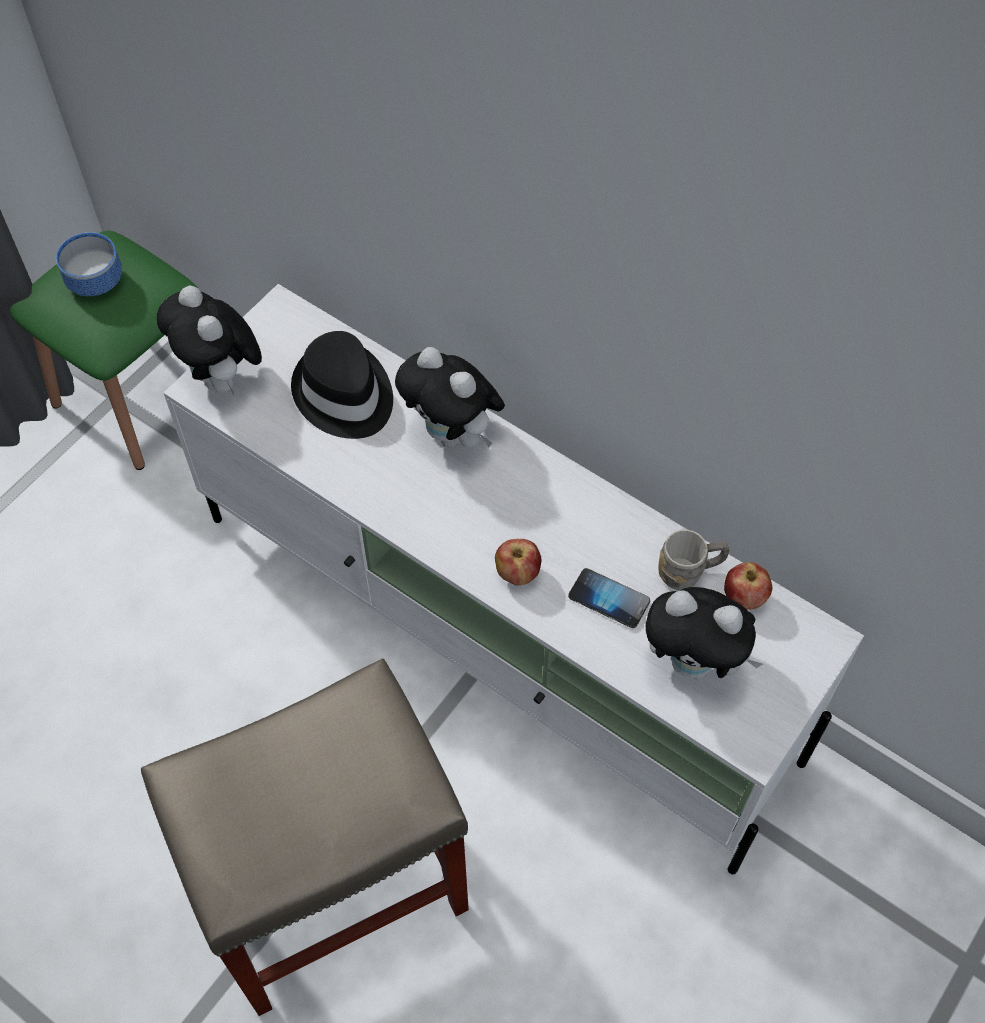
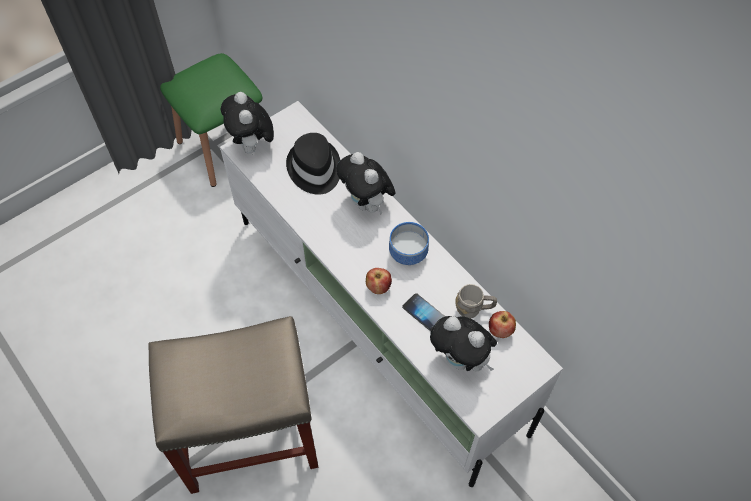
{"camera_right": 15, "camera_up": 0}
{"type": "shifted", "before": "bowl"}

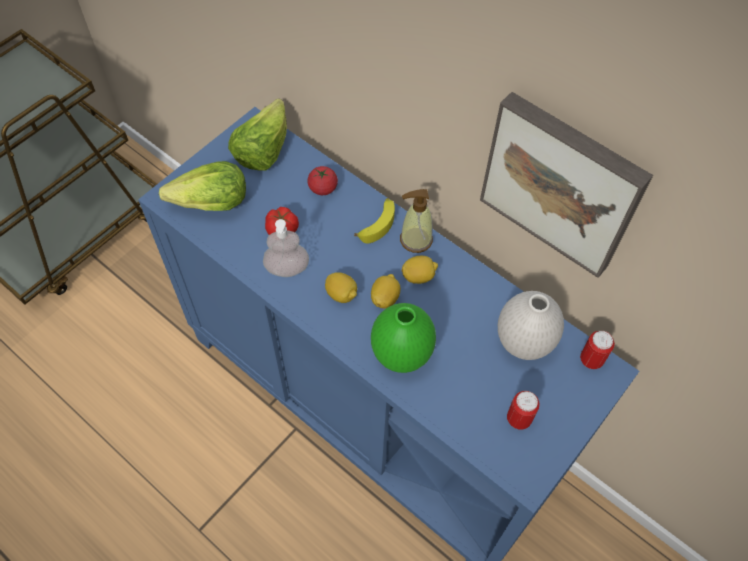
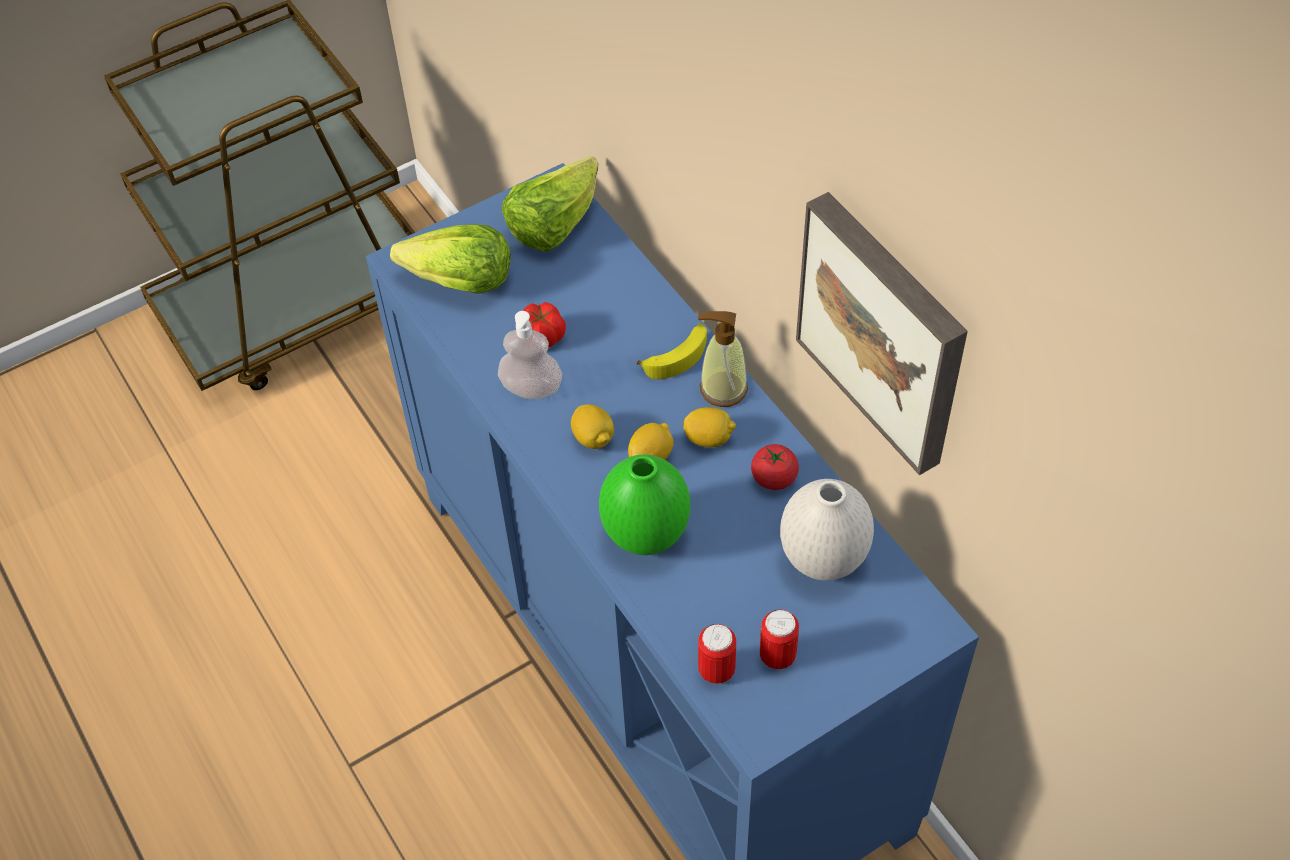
{"camera_right": 20, "camera_up": -5}
{"type": "shifted", "before": "tomato (no. 2 from left)"}
{"type": "shifted", "before": "can (no. 2 from left in the first image)", "after": "can (no. 1 from left)"}

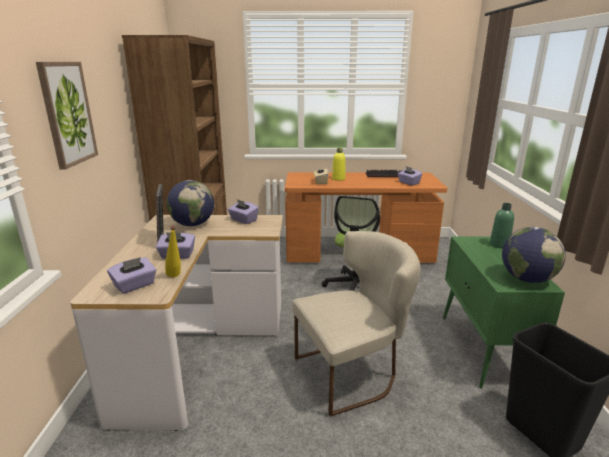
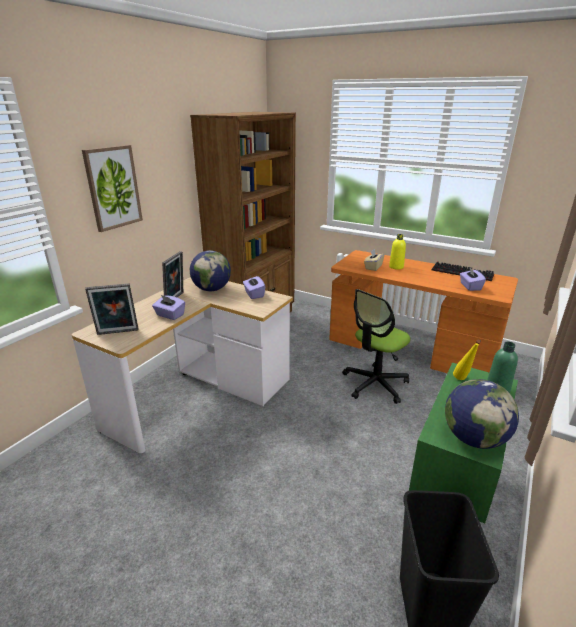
{"camera_right": 30, "camera_up": 5}
{"type": "gone", "before": "chair/beige"}
{"type": "shifted", "before": "bottle/yellow (no. 1 from left in the first image)", "after": "bottle/yellow (no. 2 from left)"}
{"type": "swapped", "before": "tissue box/purple (no. 1 from left)", "after": "picture frame (no. 1 from left)"}

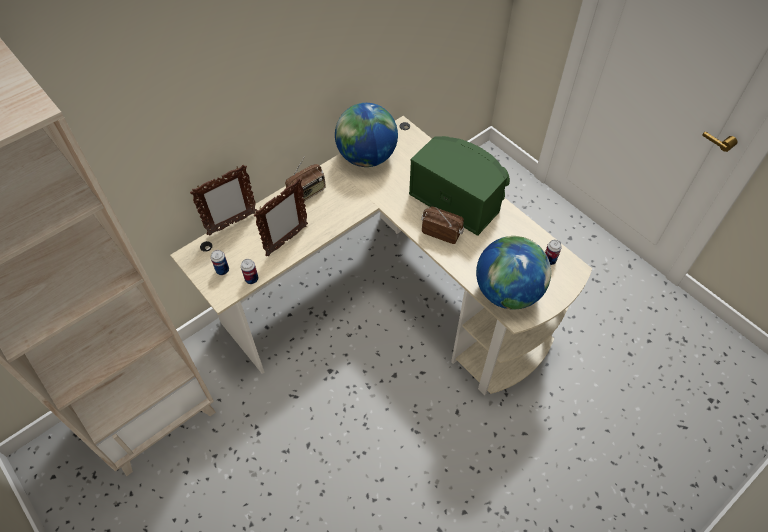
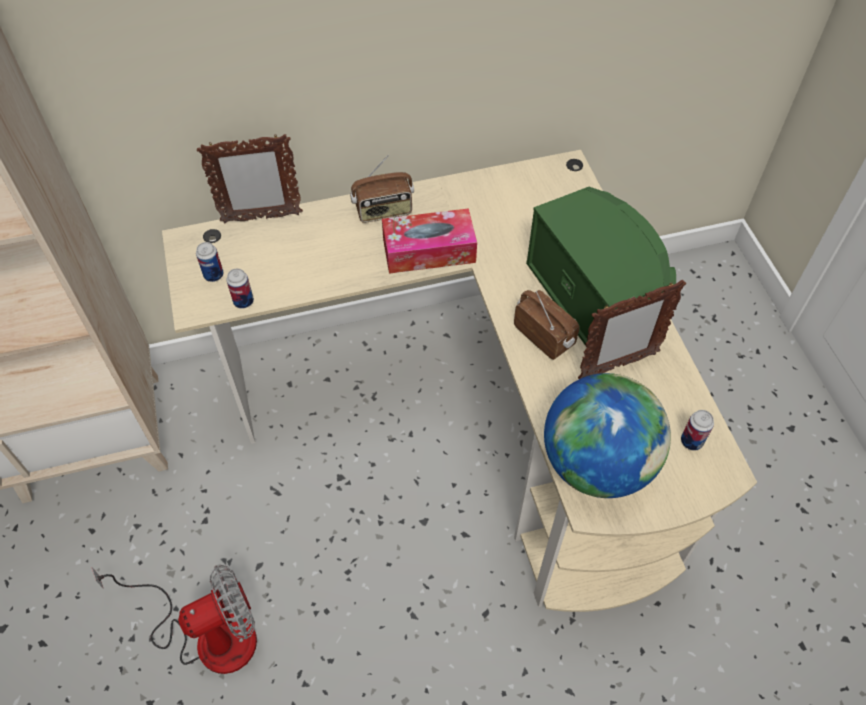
{"camera_right": 25, "camera_up": 0}
{"type": "gone", "before": "globe (no. 1 from left)"}
{"type": "new", "after": "fan"}
{"type": "new", "after": "tissue box"}
{"type": "shifted", "before": "picture frame (no. 2 from left)"}

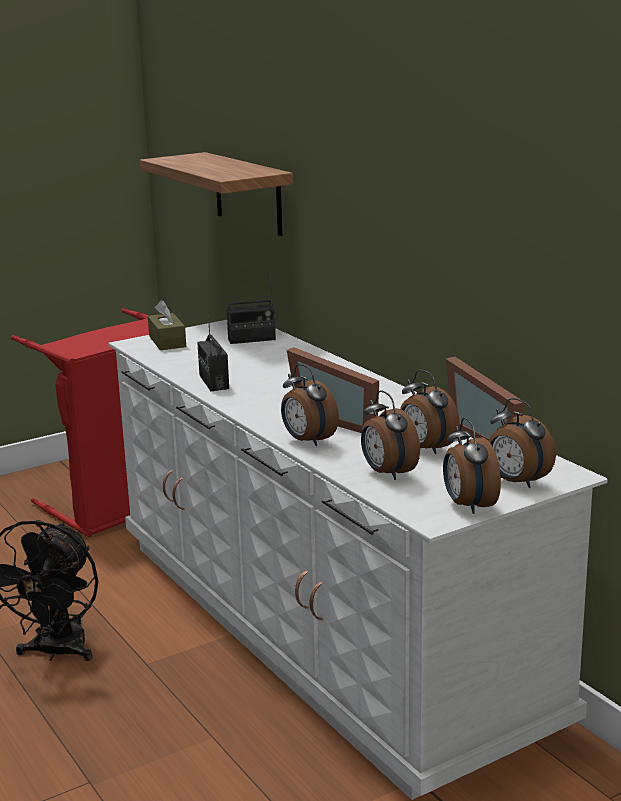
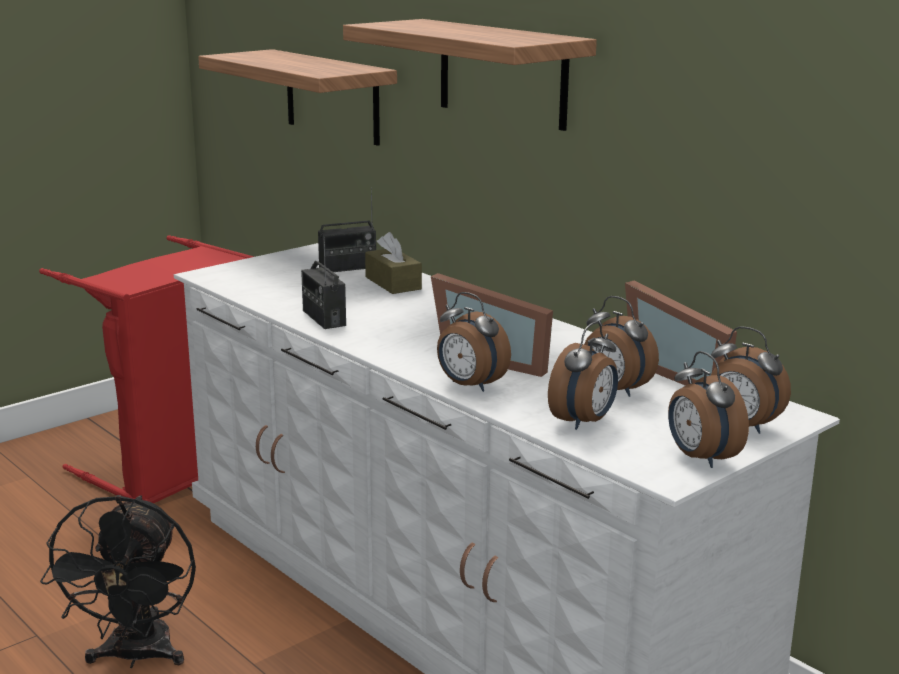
{"camera_right": -10, "camera_up": 0}
{"type": "new", "after": "shelf (no. 2 from left)"}
{"type": "shifted", "before": "tissue box/brown"}
{"type": "rotated", "before": "alarm clock (no. 2 from left)", "turn": -105}

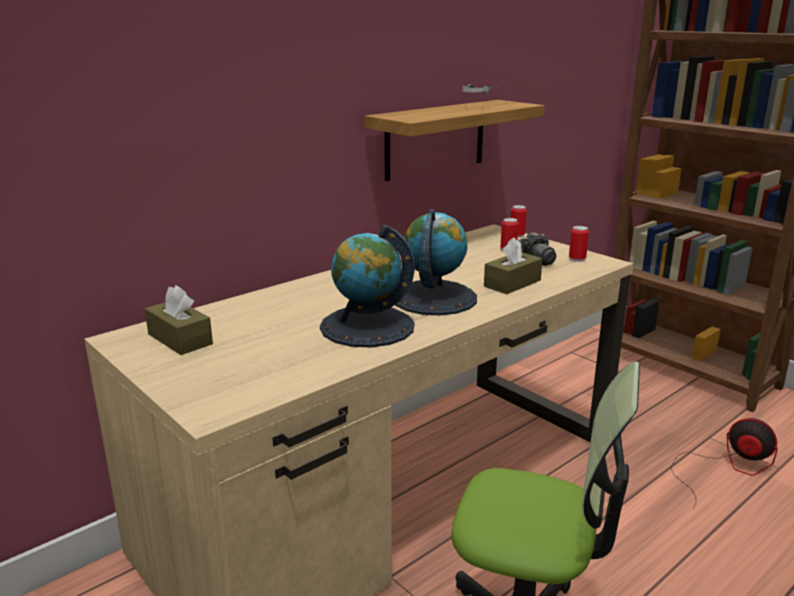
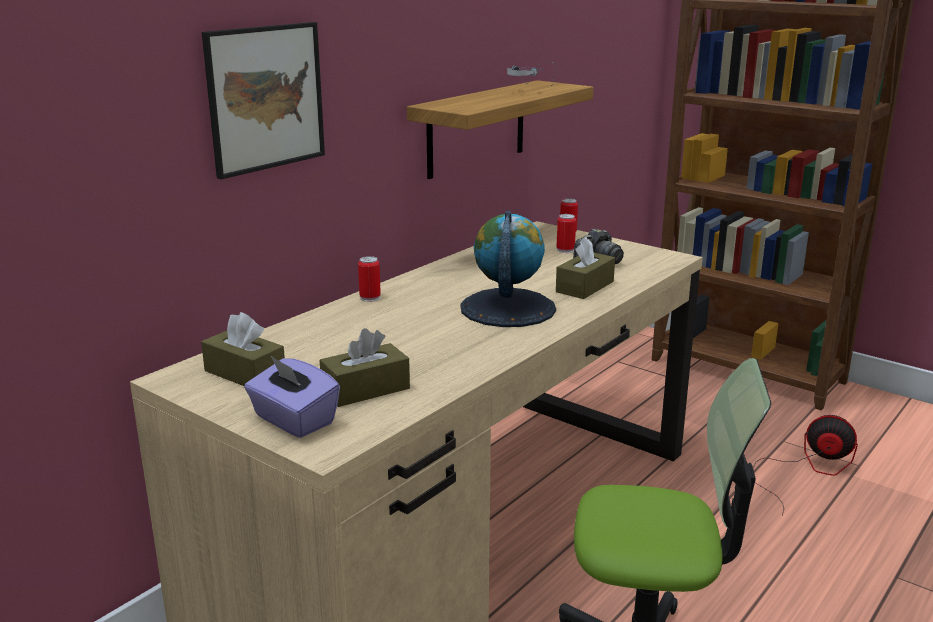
{"camera_right": -10, "camera_up": 0}
{"type": "gone", "before": "globe (no. 1 from left)"}
{"type": "new", "after": "picture"}
{"type": "new", "after": "tissue box/purple"}
{"type": "new", "after": "tissue box/brown (no. 2 from left)"}
{"type": "shifted", "before": "can (no. 3 from left in the first image)", "after": "can (no. 1 from left)"}

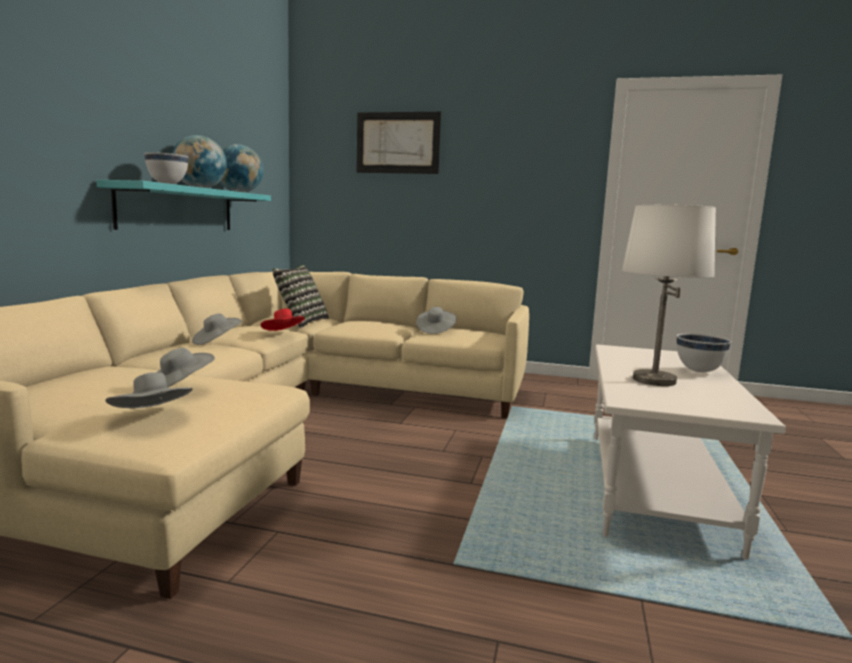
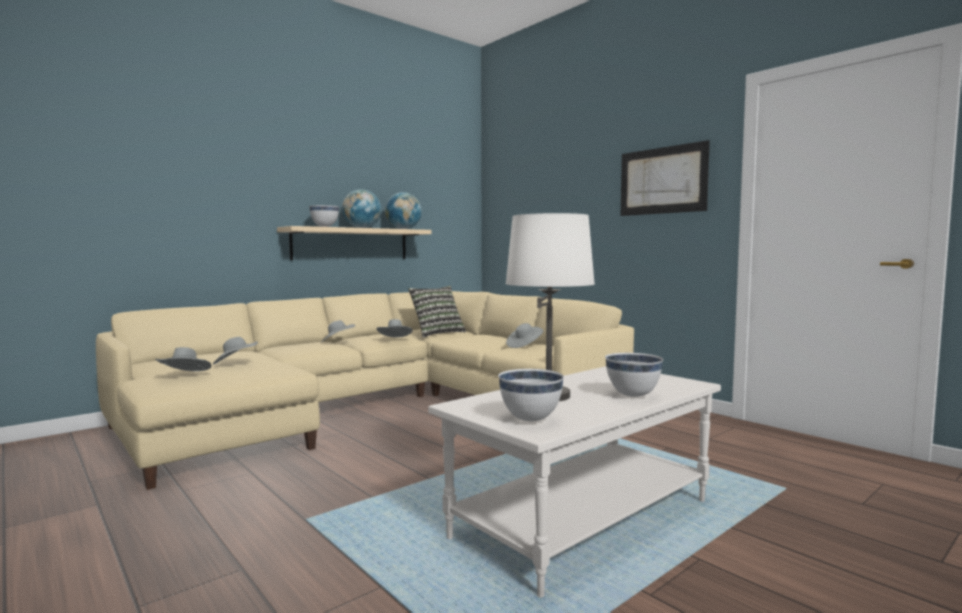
{"camera_right": 35, "camera_up": -5}
{"type": "new", "after": "bowl/white (no. 2 from left)"}
{"type": "shifted", "before": "picture"}
{"type": "repainted", "before": "shelf/turquoise", "after": "shelf/beige"}
{"type": "repainted", "before": "hat/red", "after": "hat/grey (no. 4 from left)"}

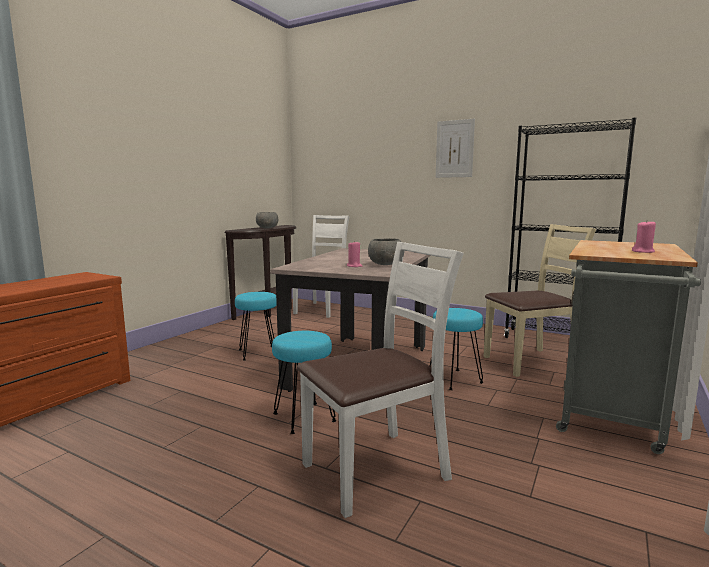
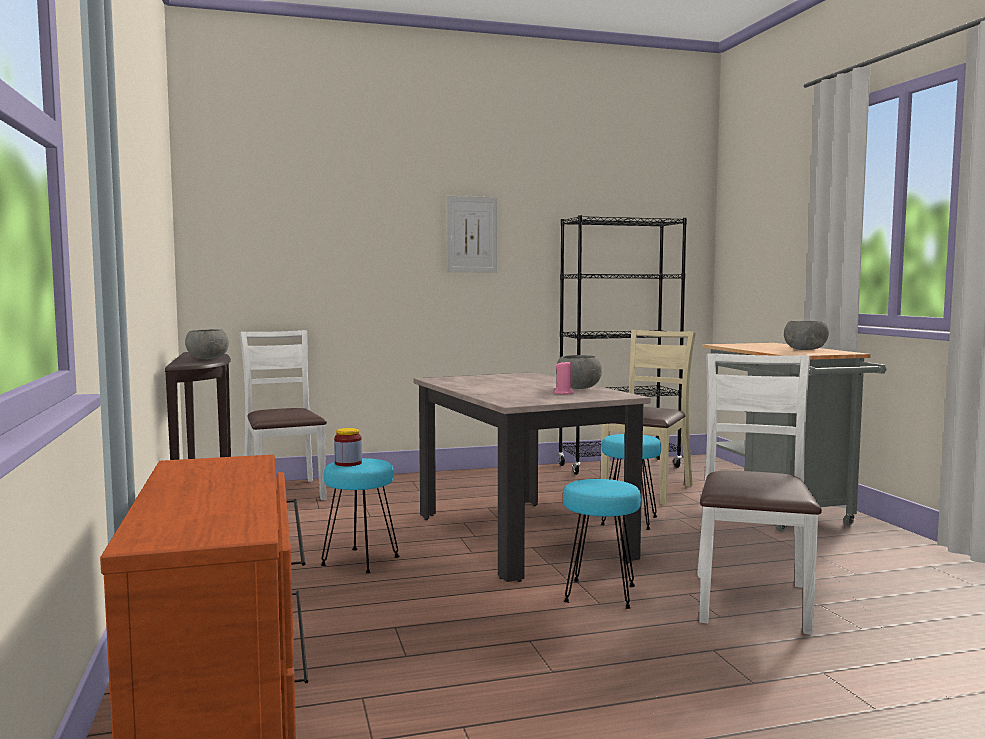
{"camera_right": -45, "camera_up": -5}
{"type": "new", "after": "jar"}
{"type": "swapped", "before": "candle/pink (no. 2 from left)", "after": "bowl/grey (no. 3 from left)"}

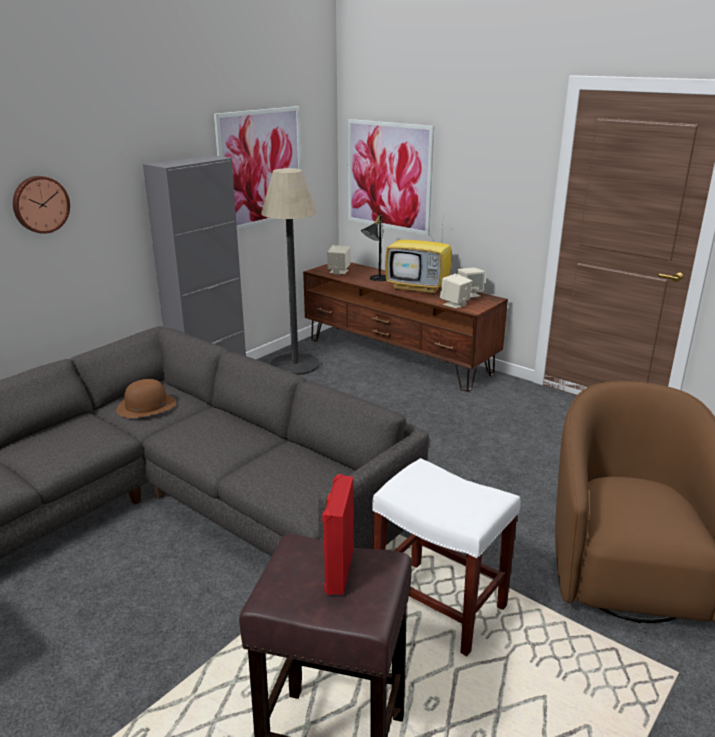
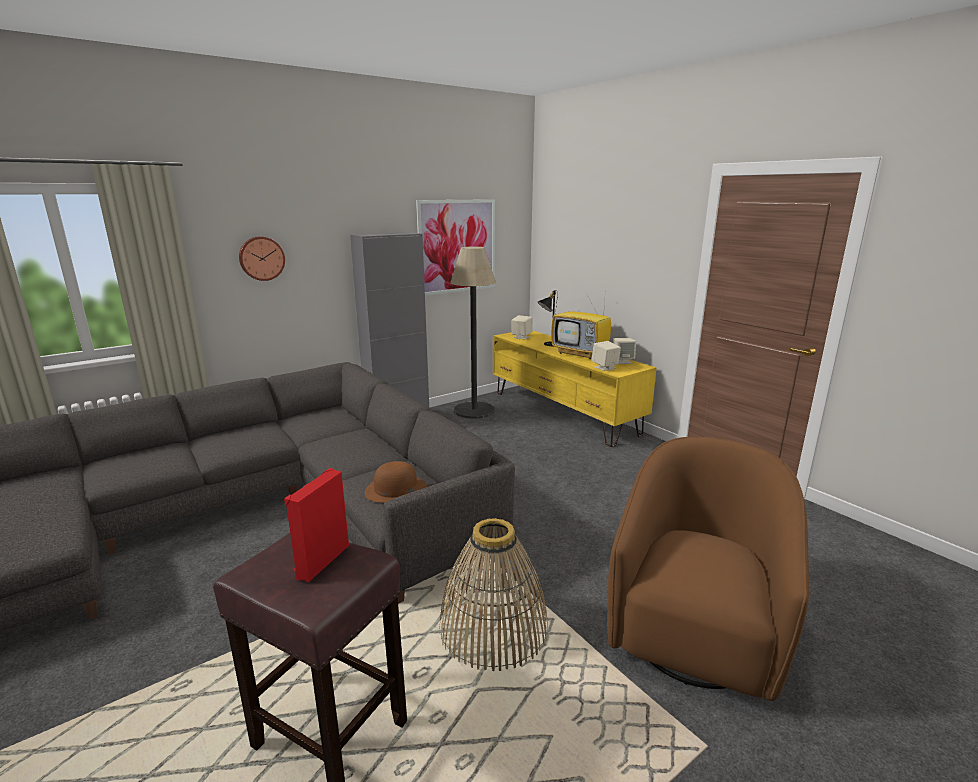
{"camera_right": 15, "camera_up": -5}
{"type": "gone", "before": "picture (no. 2 from left)"}
{"type": "shifted", "before": "hat/brown"}
{"type": "swapped", "before": "stool/white", "after": "basket"}
{"type": "repainted", "before": "tv stand/brown", "after": "tv stand/yellow"}

